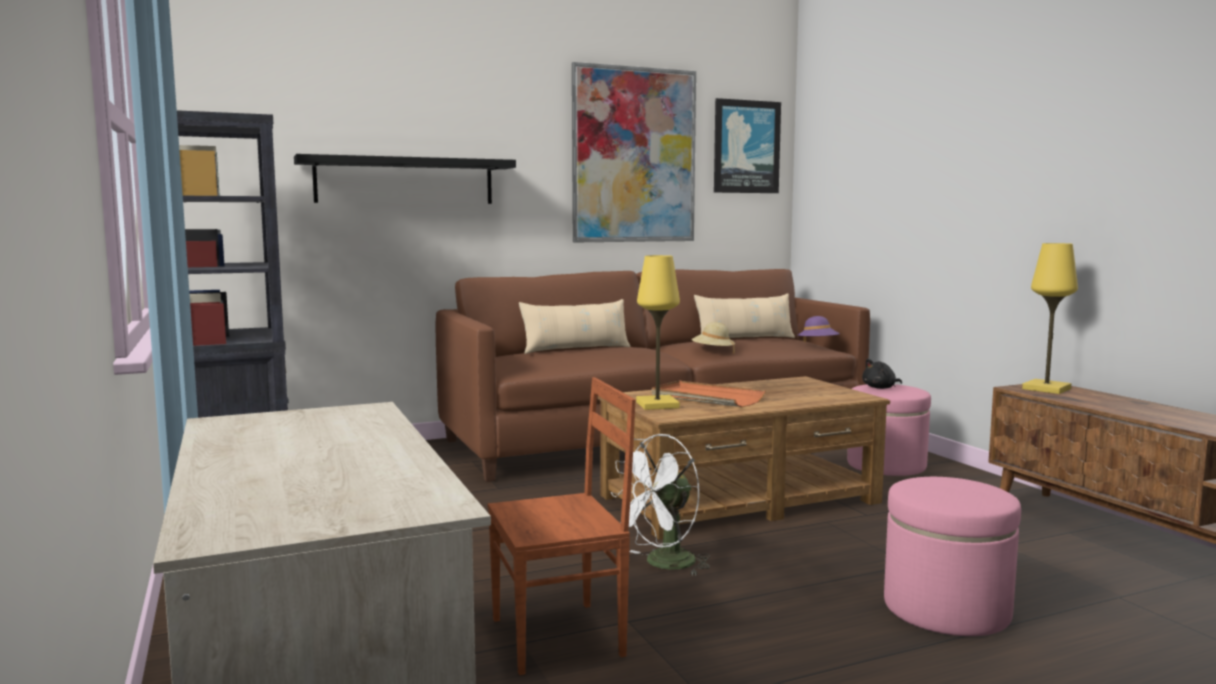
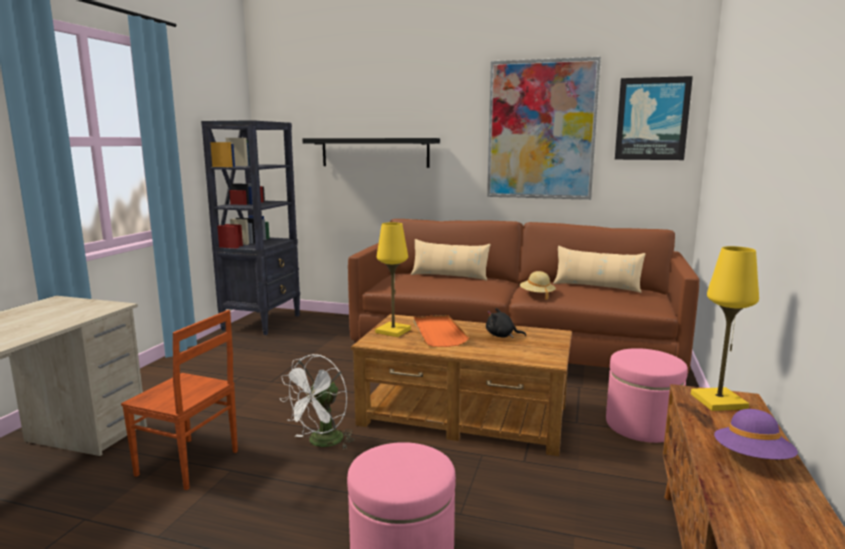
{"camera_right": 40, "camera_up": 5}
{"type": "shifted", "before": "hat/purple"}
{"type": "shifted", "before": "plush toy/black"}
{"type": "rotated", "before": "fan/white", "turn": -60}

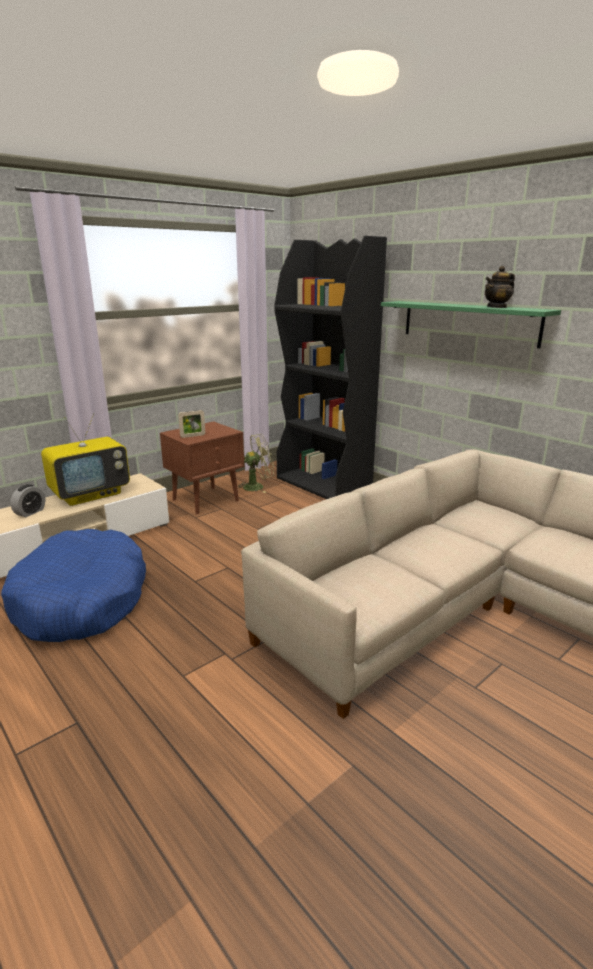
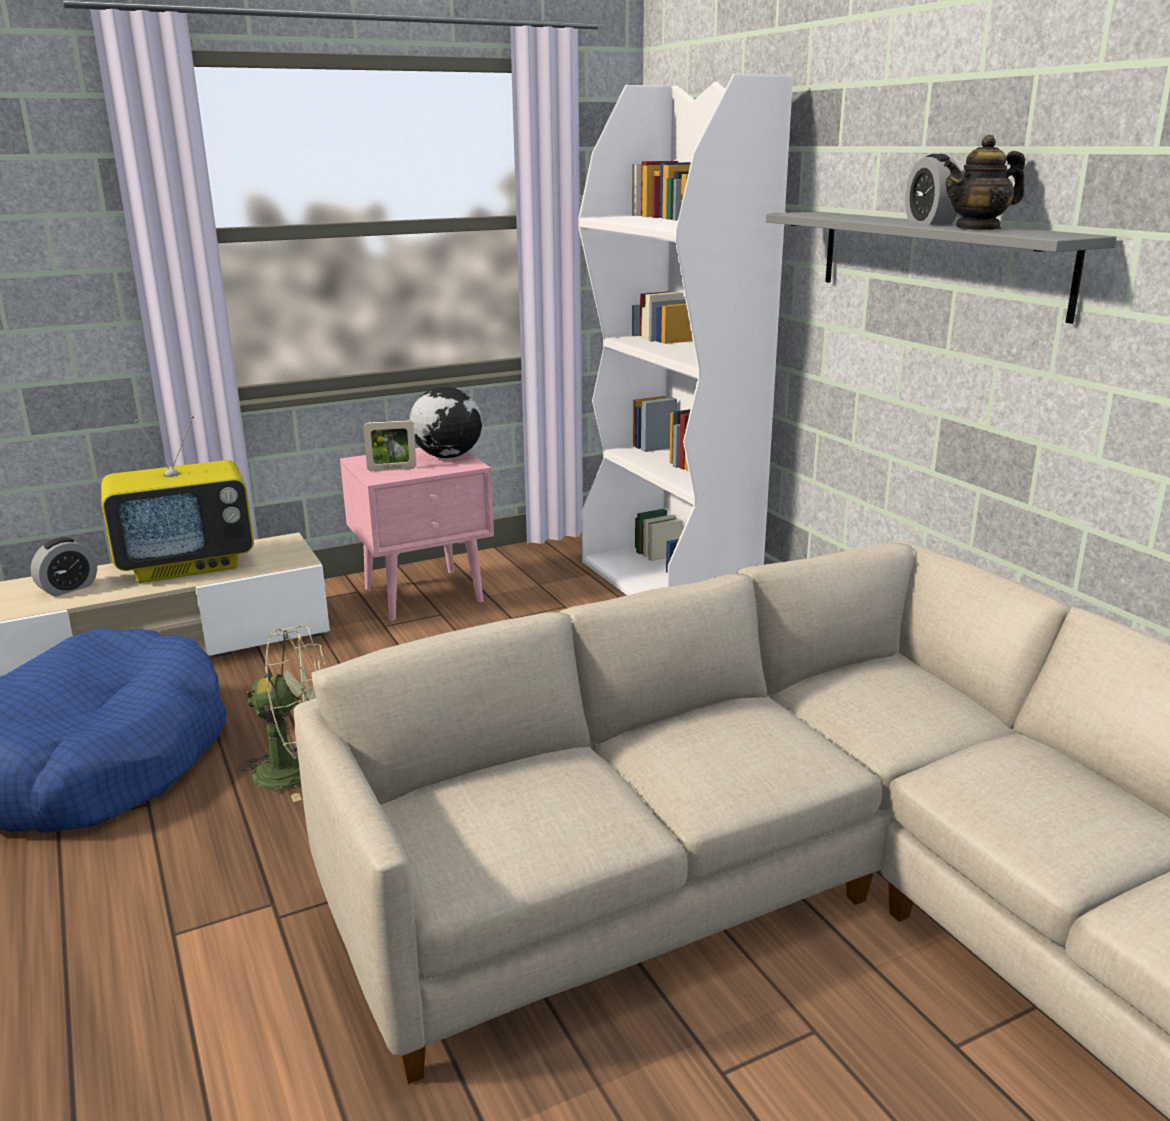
{"camera_right": 15, "camera_up": 0}
{"type": "new", "after": "globe"}
{"type": "new", "after": "alarm clock (no. 2 from left)"}
{"type": "shifted", "before": "fan/green"}
{"type": "repainted", "before": "nightstand/brown", "after": "nightstand/pink"}
{"type": "repainted", "before": "bookcase/black", "after": "bookcase/white"}
{"type": "repainted", "before": "shelf/green", "after": "shelf/grey"}

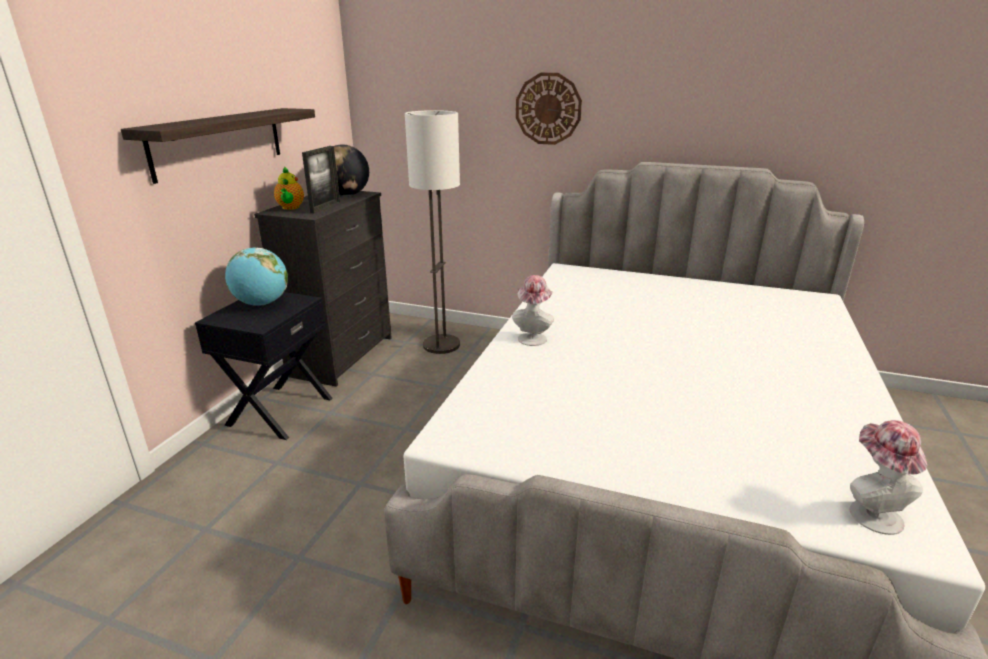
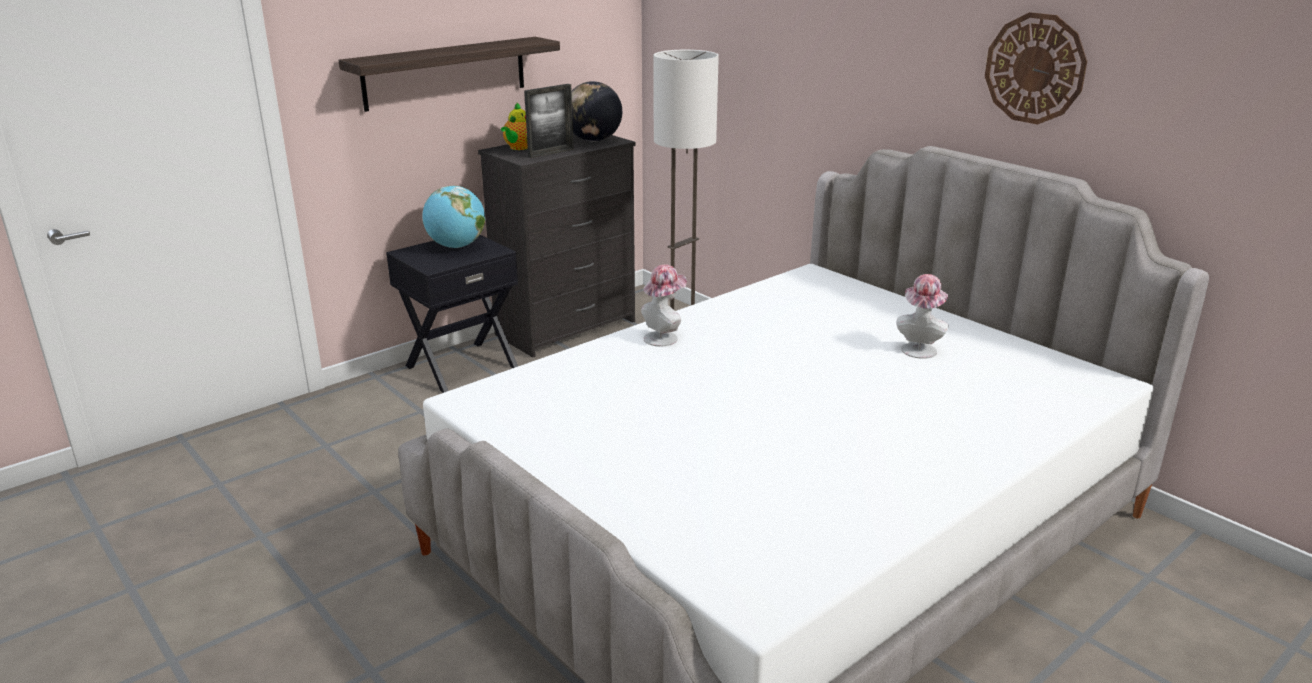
{"camera_right": 30, "camera_up": 0}
{"type": "shifted", "before": "wall clock"}
{"type": "shifted", "before": "hat (no. 2 from left)"}

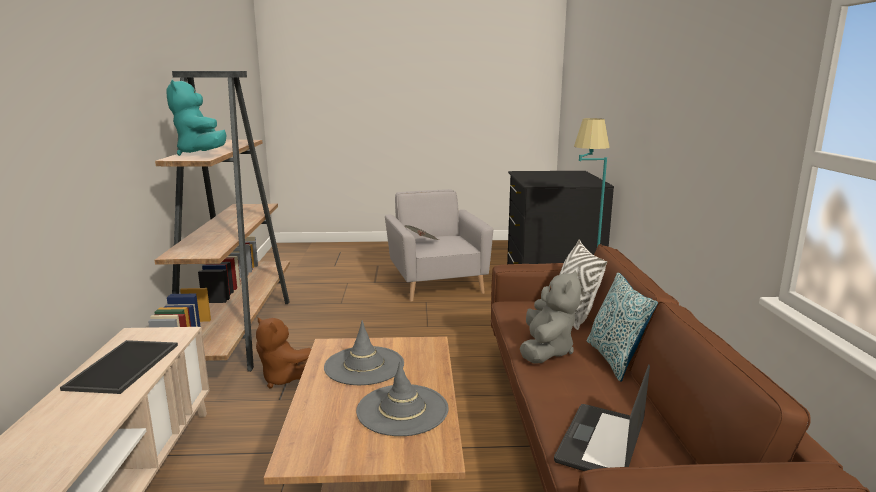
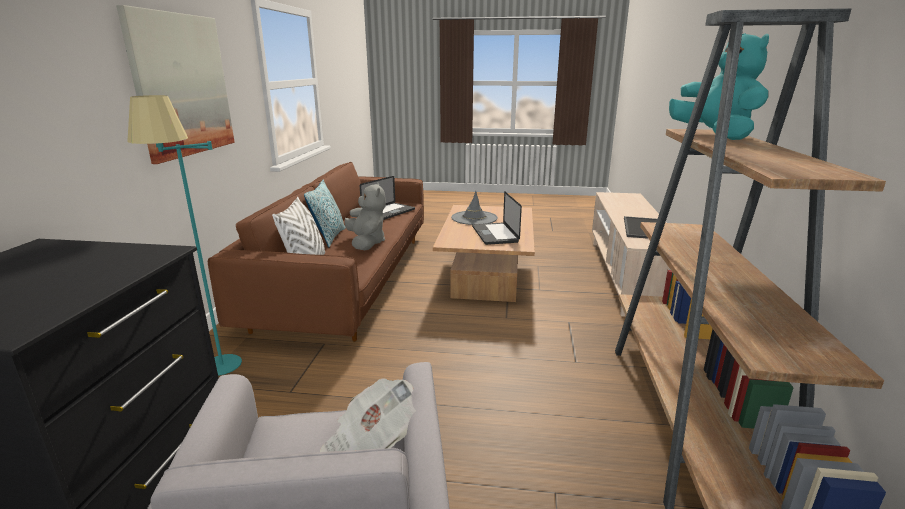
{"camera_right": -170, "camera_up": 5}
{"type": "gone", "before": "plush toy/brown"}
{"type": "new", "after": "picture"}
{"type": "swapped", "before": "hat/grey (no. 1 from left)", "after": "laptop (no. 2 from left)"}
{"type": "rotated", "before": "plush toy/grey", "turn": 135}

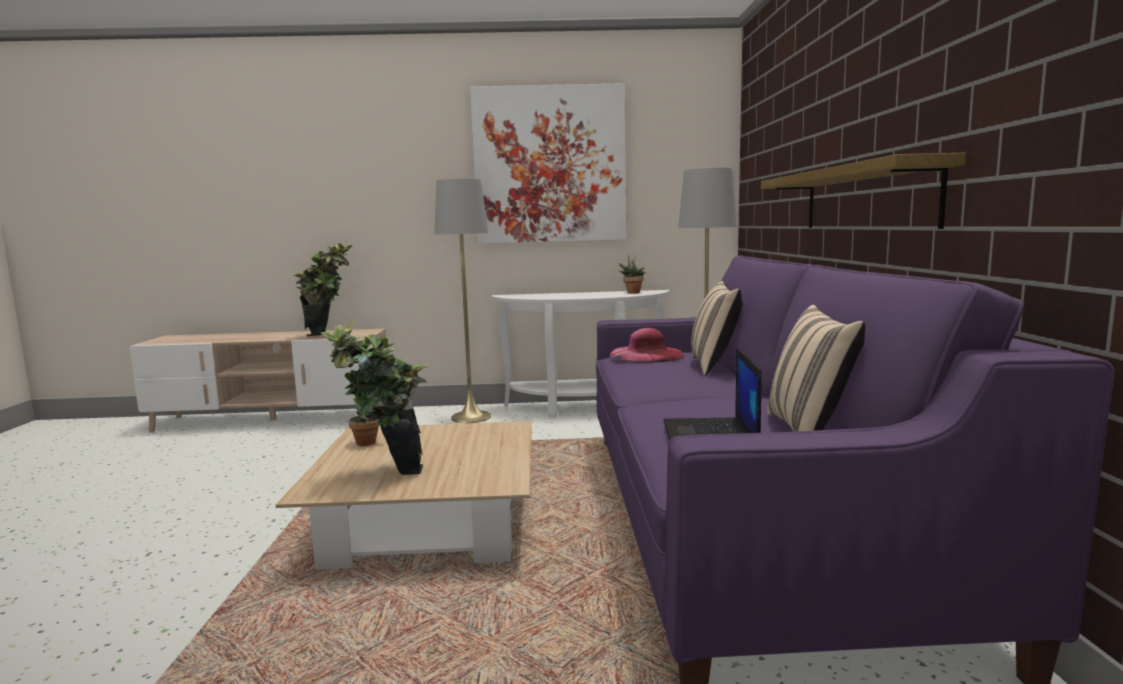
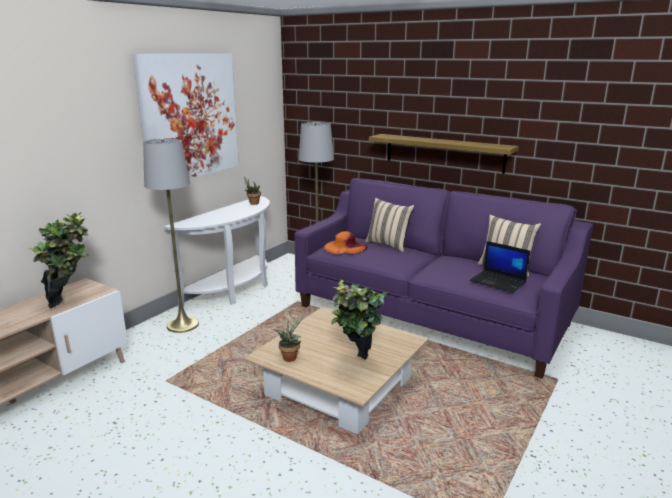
{"camera_right": -55, "camera_up": 10}
{"type": "repainted", "before": "hat/pink", "after": "hat/orange"}

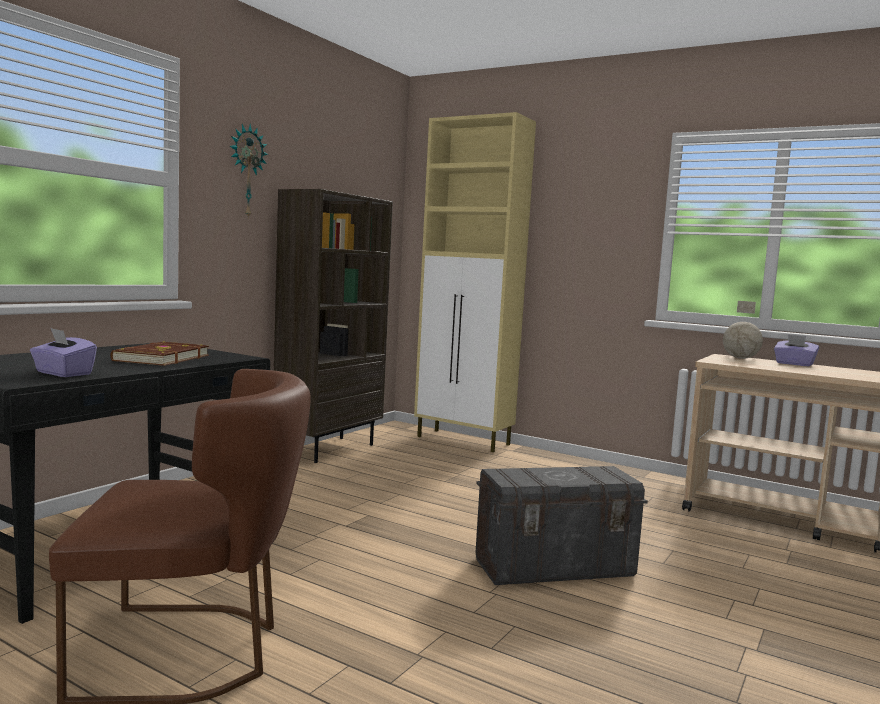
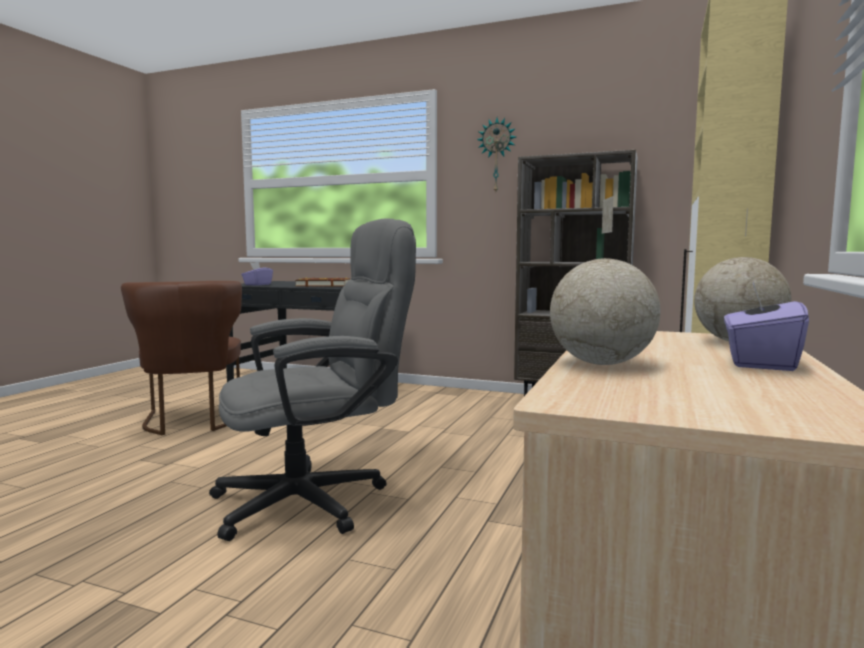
{"camera_right": 80, "camera_up": 0}
{"type": "new", "after": "globe (no. 1 from left)"}
{"type": "swapped", "before": "storage box/grey", "after": "office chair/grey"}

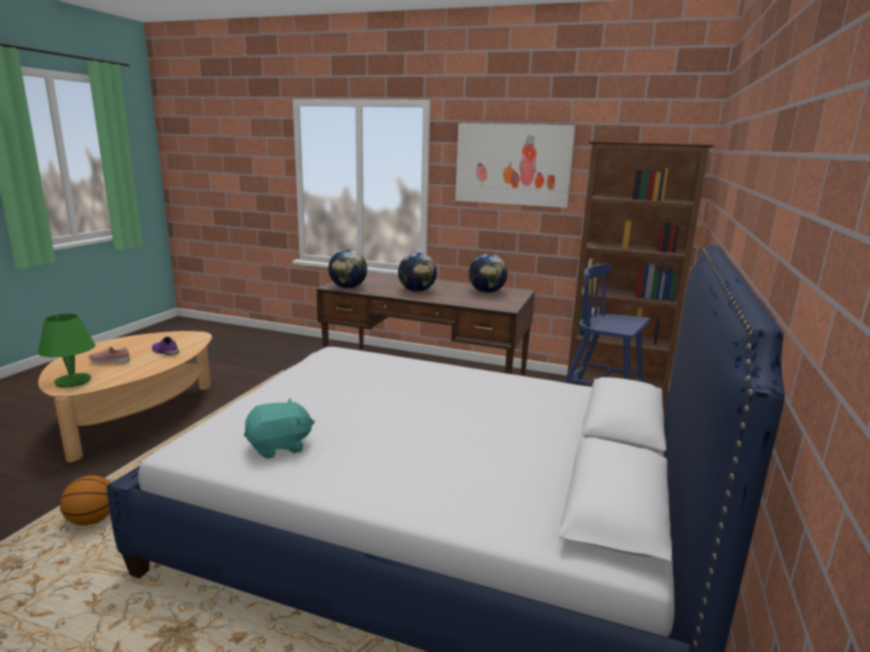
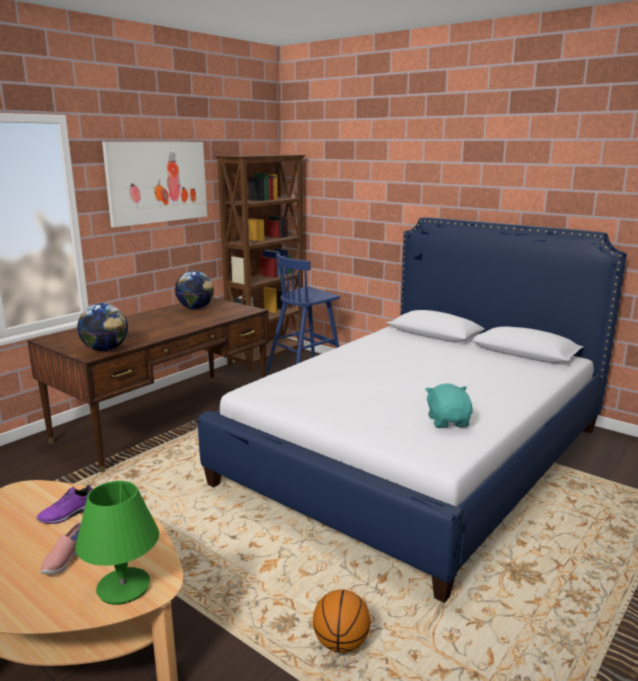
{"camera_right": -70, "camera_up": 0}
{"type": "gone", "before": "globe (no. 2 from left)"}

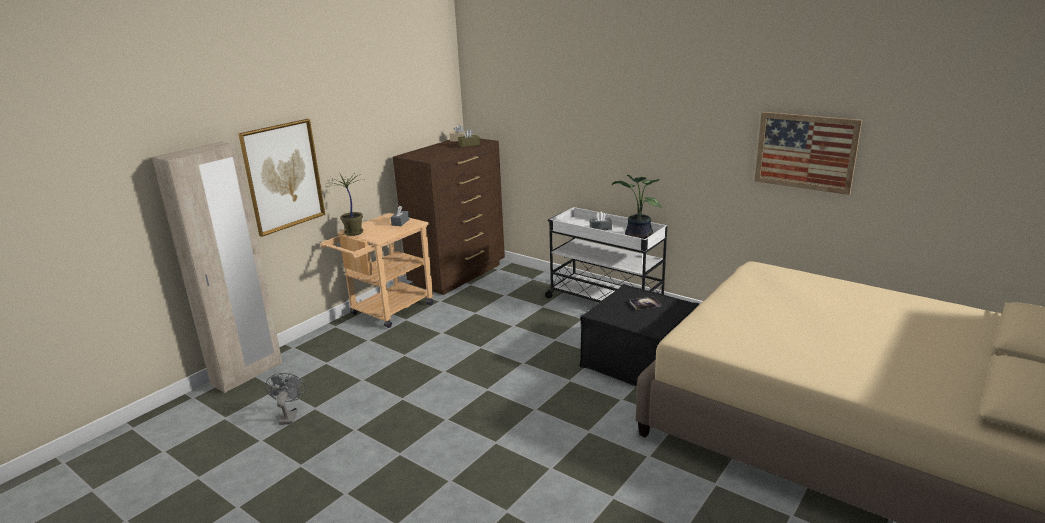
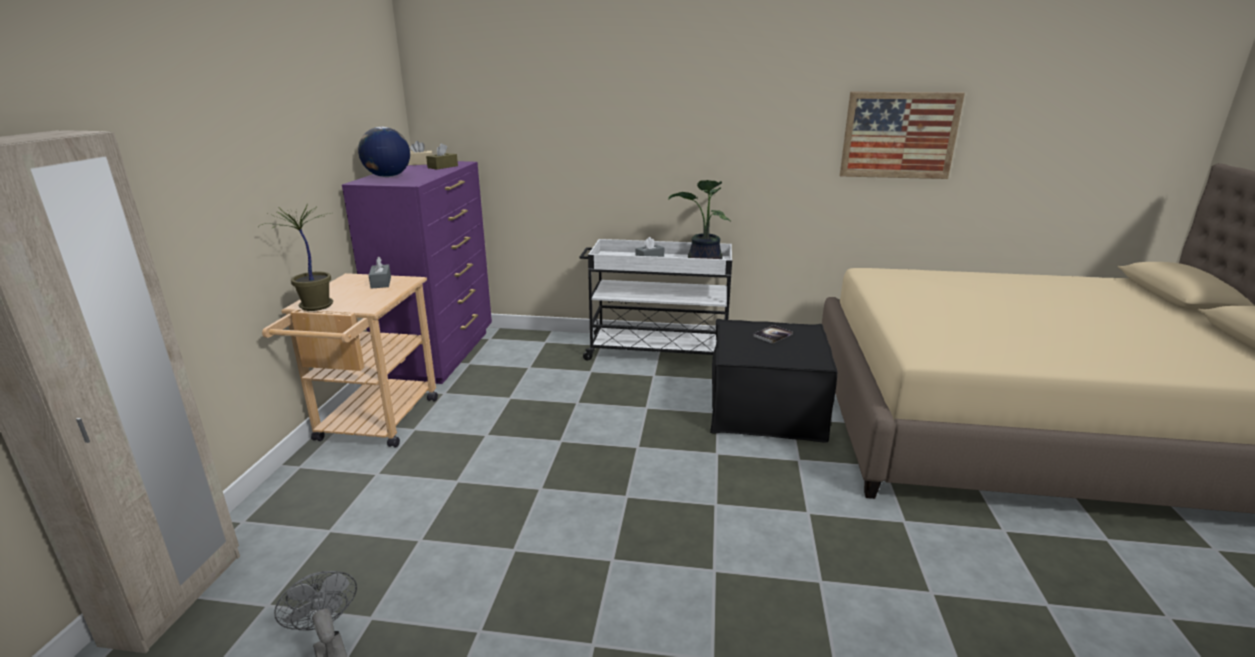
{"camera_right": -30, "camera_up": 0}
{"type": "gone", "before": "picture (no. 1 from left)"}
{"type": "new", "after": "globe"}
{"type": "repainted", "before": "dresser/brown", "after": "dresser/purple"}

